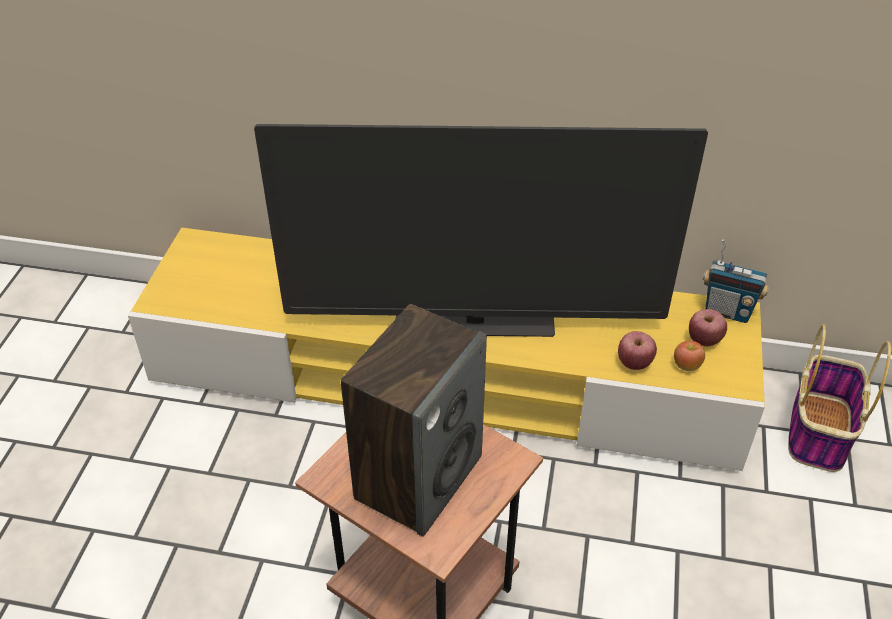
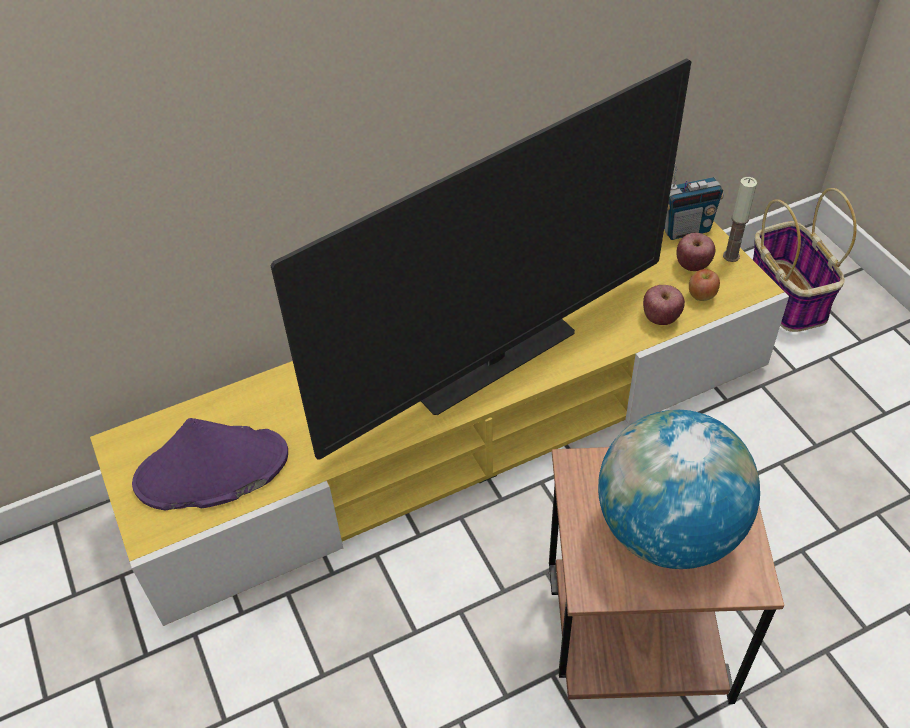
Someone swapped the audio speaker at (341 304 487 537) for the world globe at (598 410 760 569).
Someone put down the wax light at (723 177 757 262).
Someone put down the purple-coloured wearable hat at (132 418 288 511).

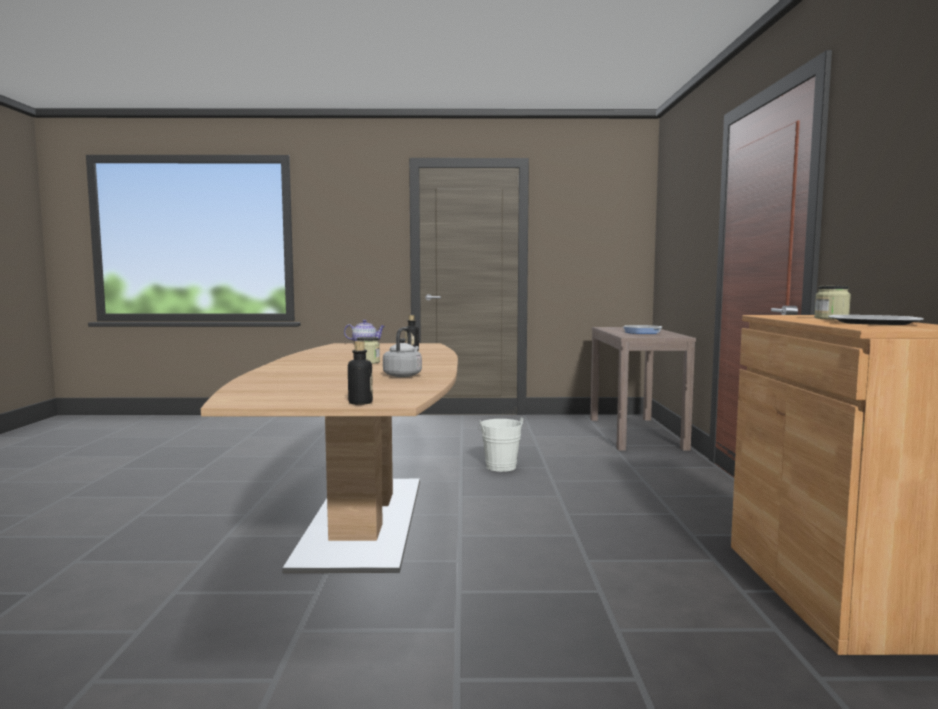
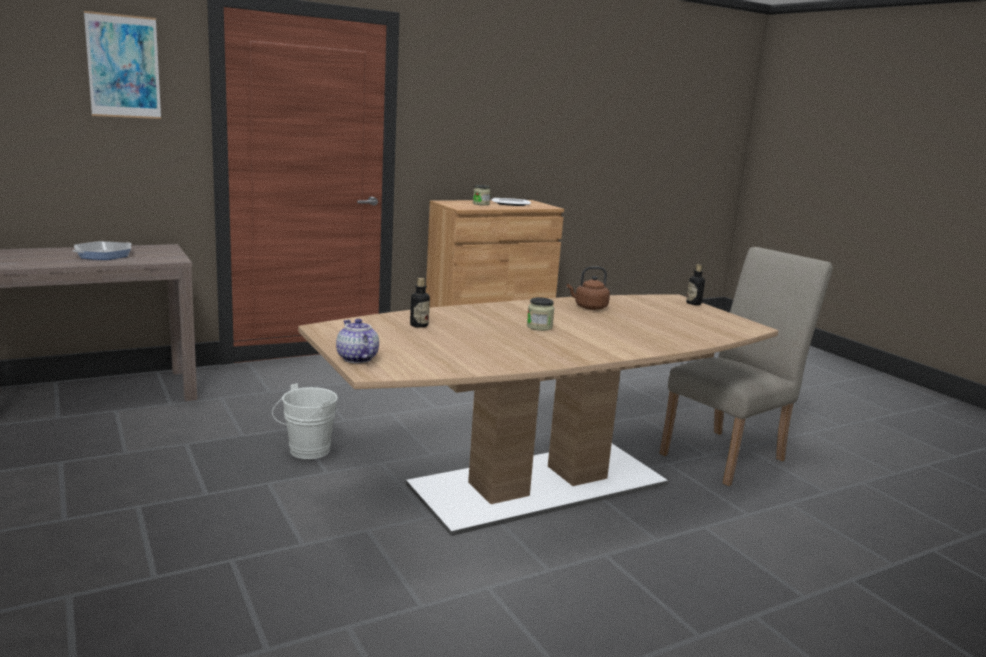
Someone repainted the greyish kettle at (383 327 422 377), which became the brown kettle at (567 266 610 310).
Someone put up the picture at (84 11 161 119).
Someone put down the sand-coloured upright chair at (660 247 833 486).

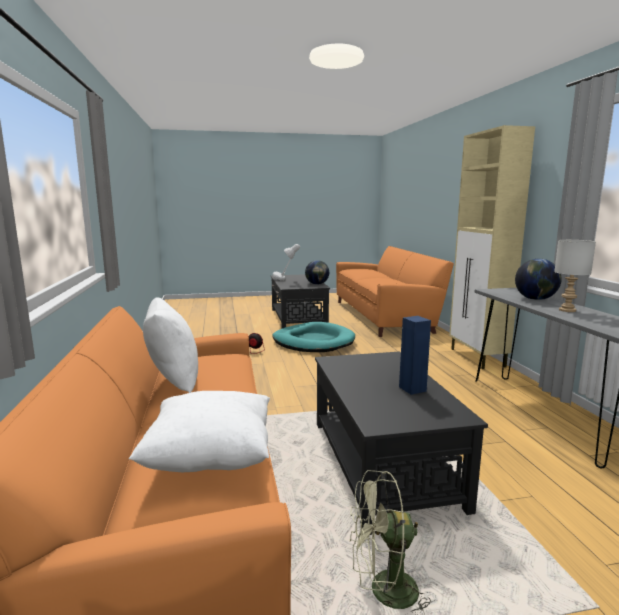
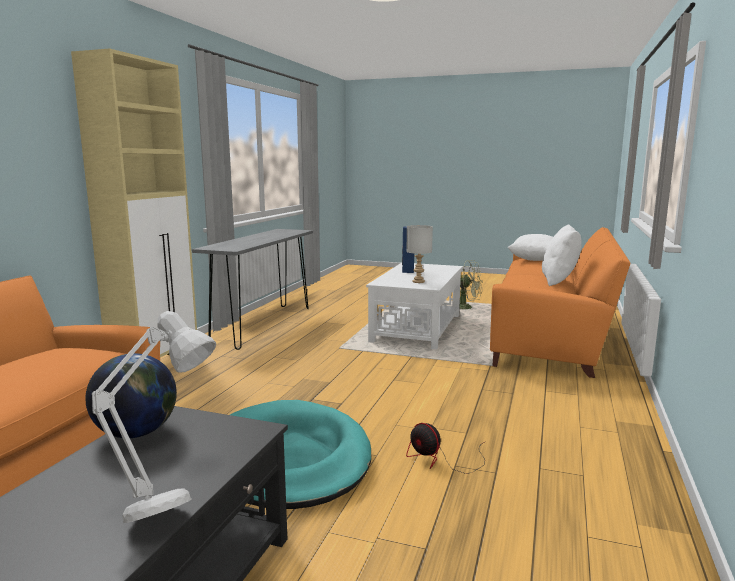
Someone carried the greyish tabletop lamp from (554 240 596 312) to (406 225 433 283).
Someone took away the world globe at (515 259 562 300).
Someone repainted the black lounge table at (315 352 488 528), which became the white lounge table at (366 263 463 350).

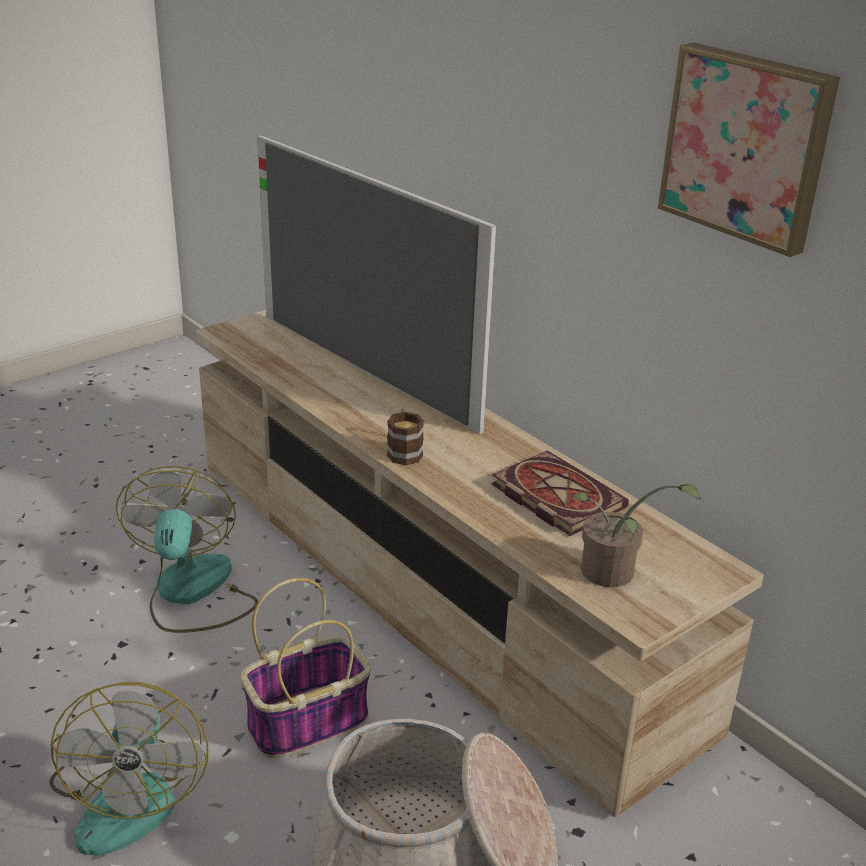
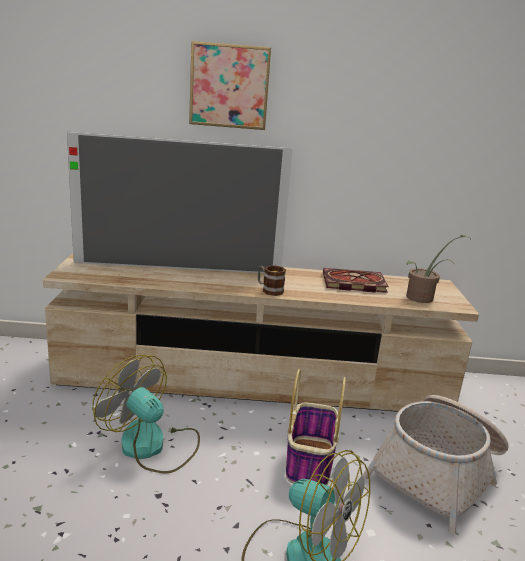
Someone carried the picture from (658 43 840 257) to (189 41 271 130).

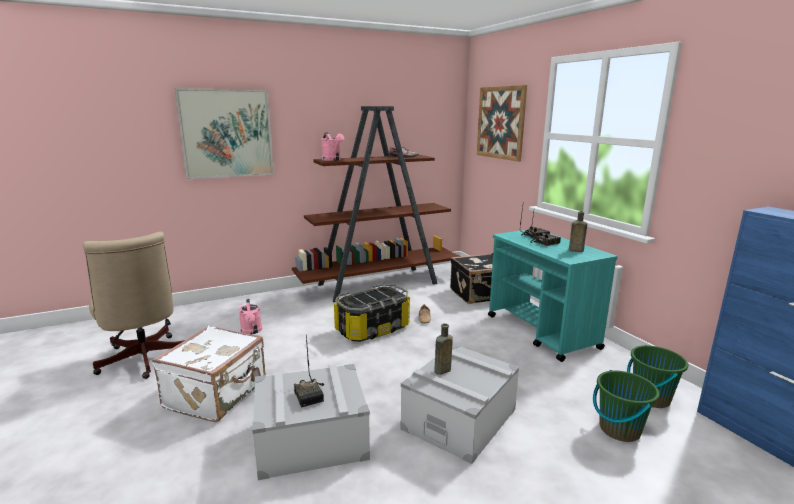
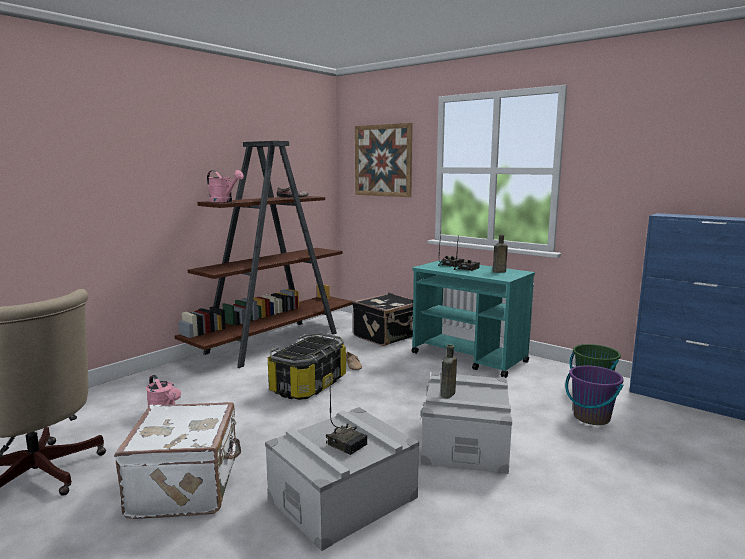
Someone took away the picture at (175 88 274 179).
Someone repainted the greenish bucket at (593 370 659 442), which became the purple-coloured bucket at (565 365 624 425).

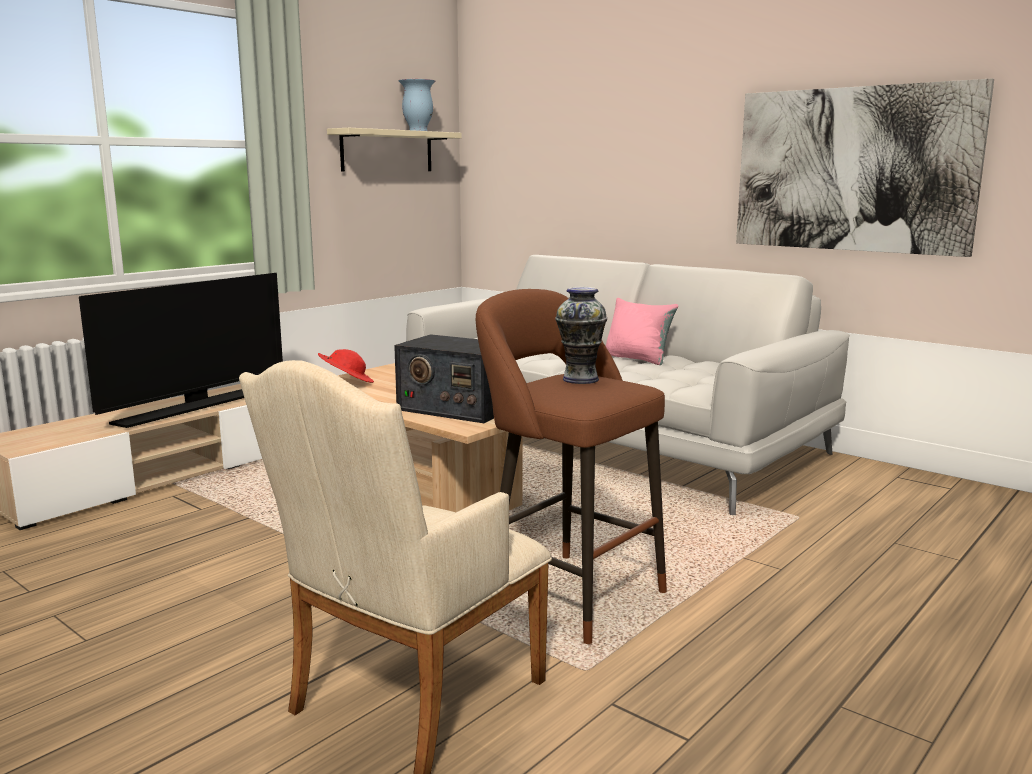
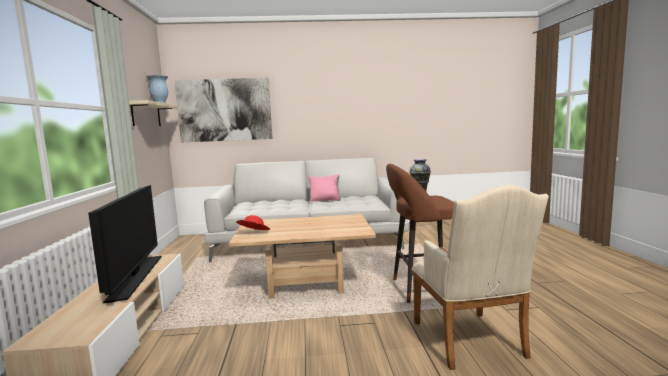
Someone carried the picture from (736 78 994 257) to (175 78 272 142).
Someone took away the radio at (394 334 494 423).

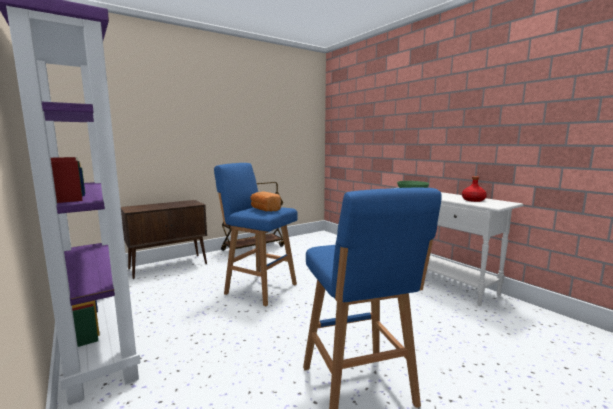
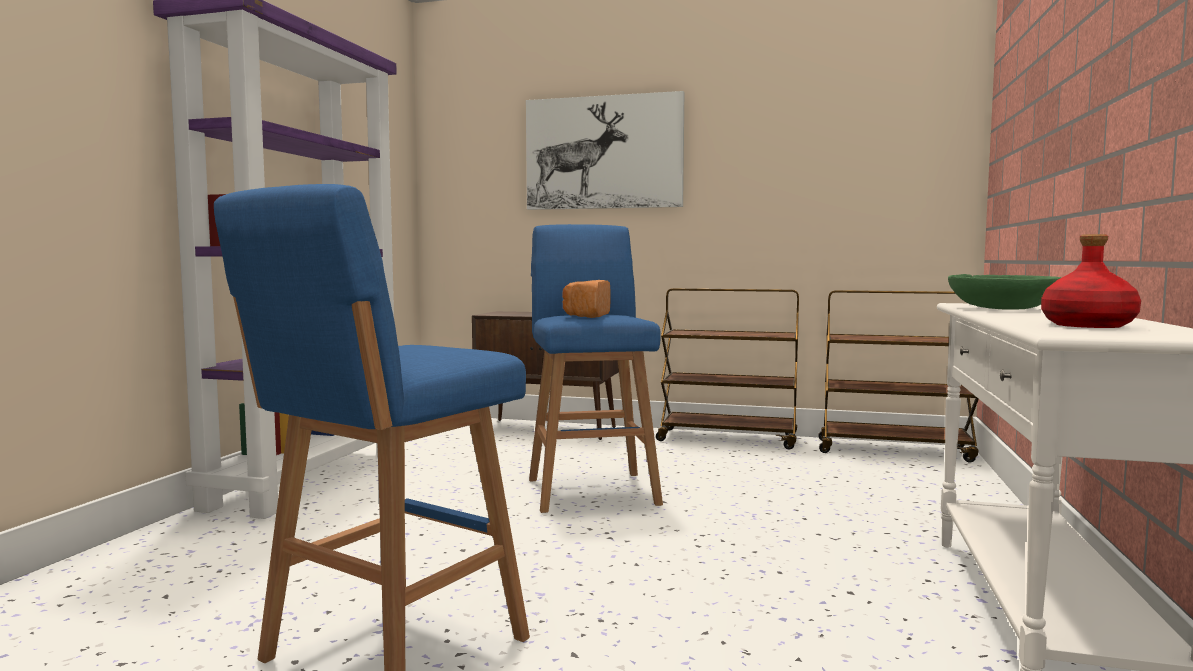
Someone put up the picture at (526 91 684 210).
Someone put down the brown wheeled cart at (818 290 979 463).

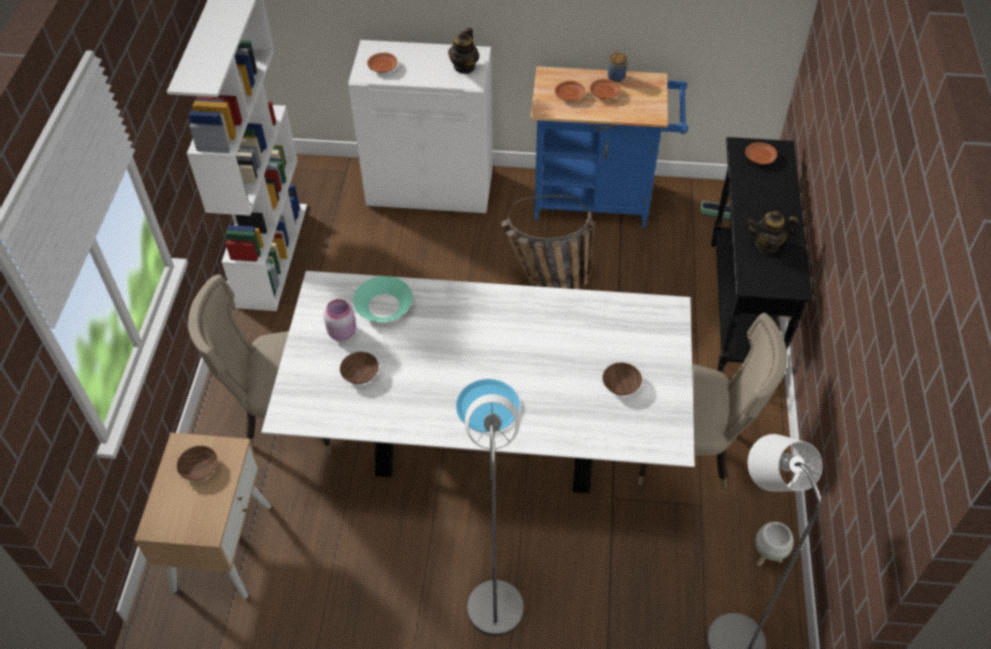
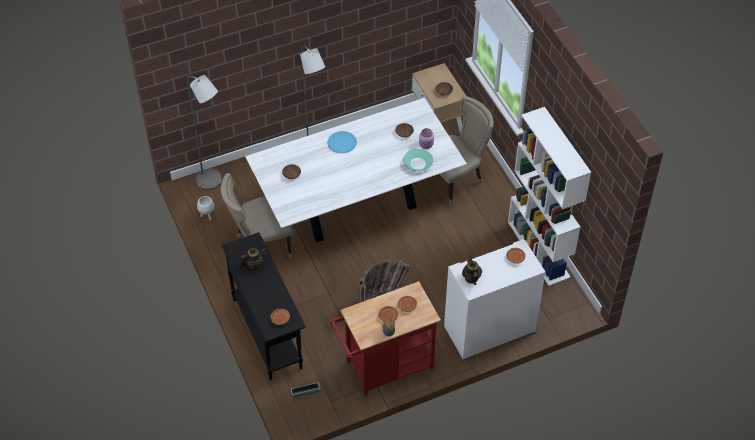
Someone repainted the blue wheeled cart at (531 66 688 228), which became the red-coloured wheeled cart at (330 281 441 396).

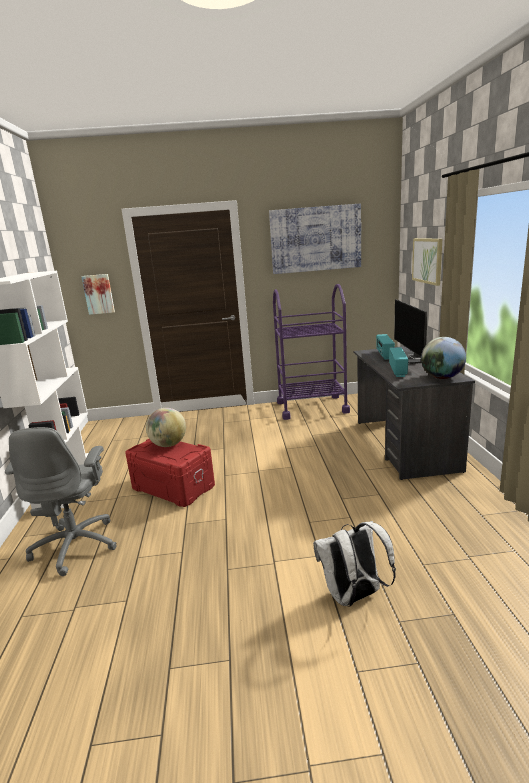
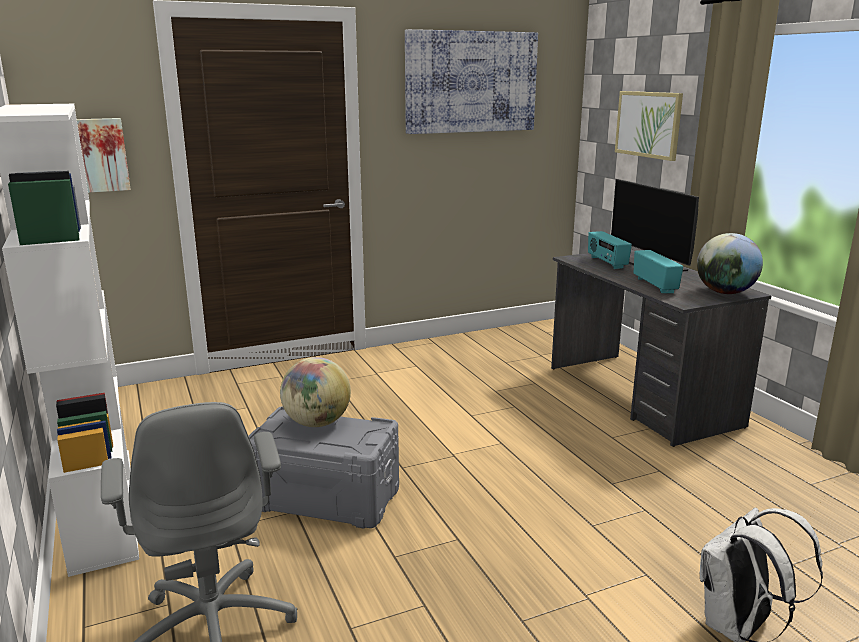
Someone took away the purple-coloured wheeled cart at (273 284 350 420).
Someone repainted the red-coloured storage bin at (125 439 215 507), which became the greyish storage bin at (249 406 399 529).

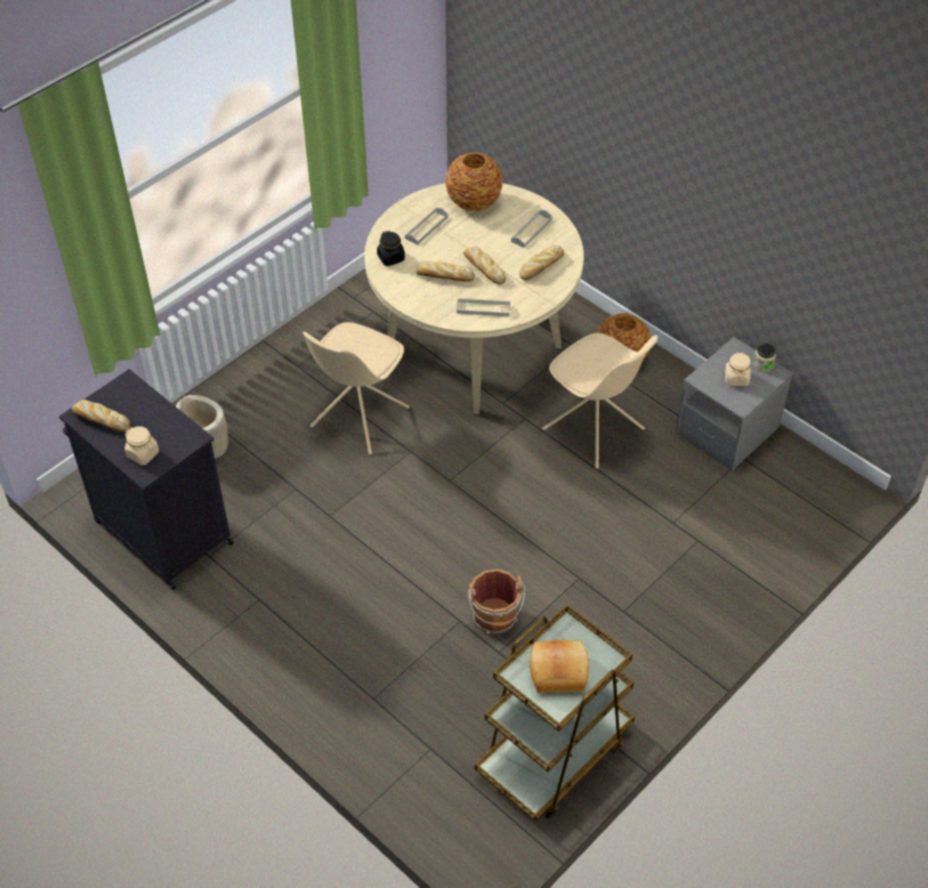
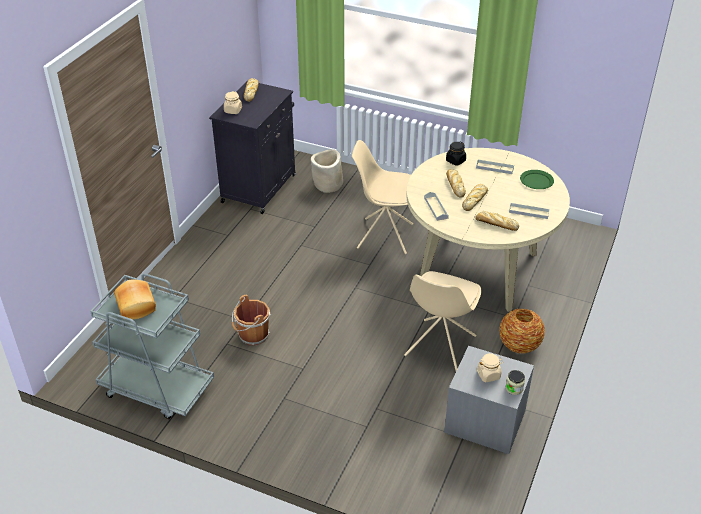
Someone swapped the decorative vase at (446 153 503 211) for the greenish plate at (520 170 554 189).
Someone repainted the brown wheeled cart at (475 604 635 821), which became the greyish wheeled cart at (90 274 214 419).

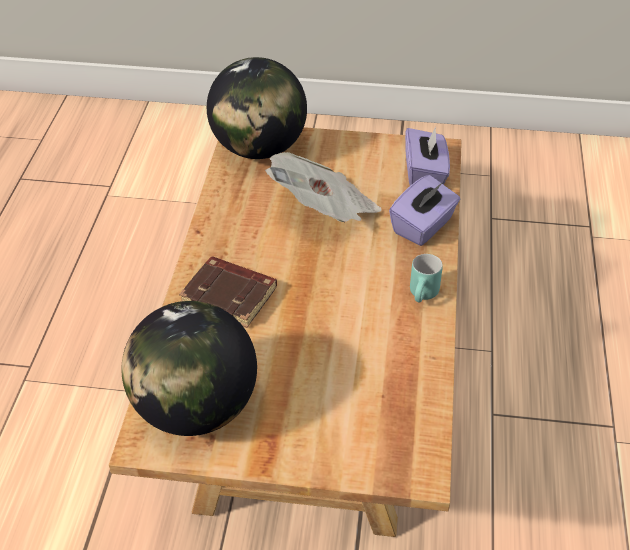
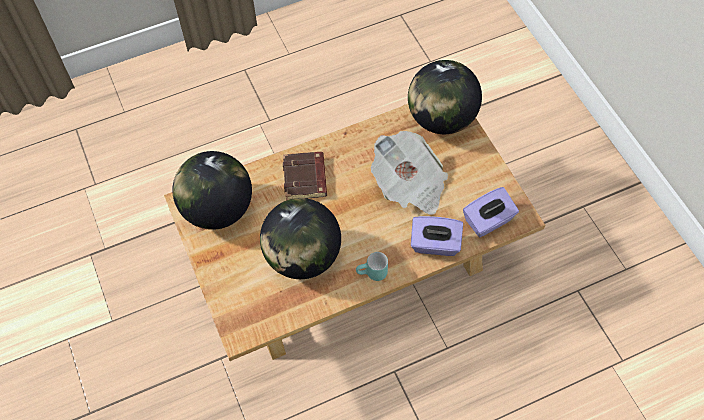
Someone put down the world globe at (260 198 341 279).

